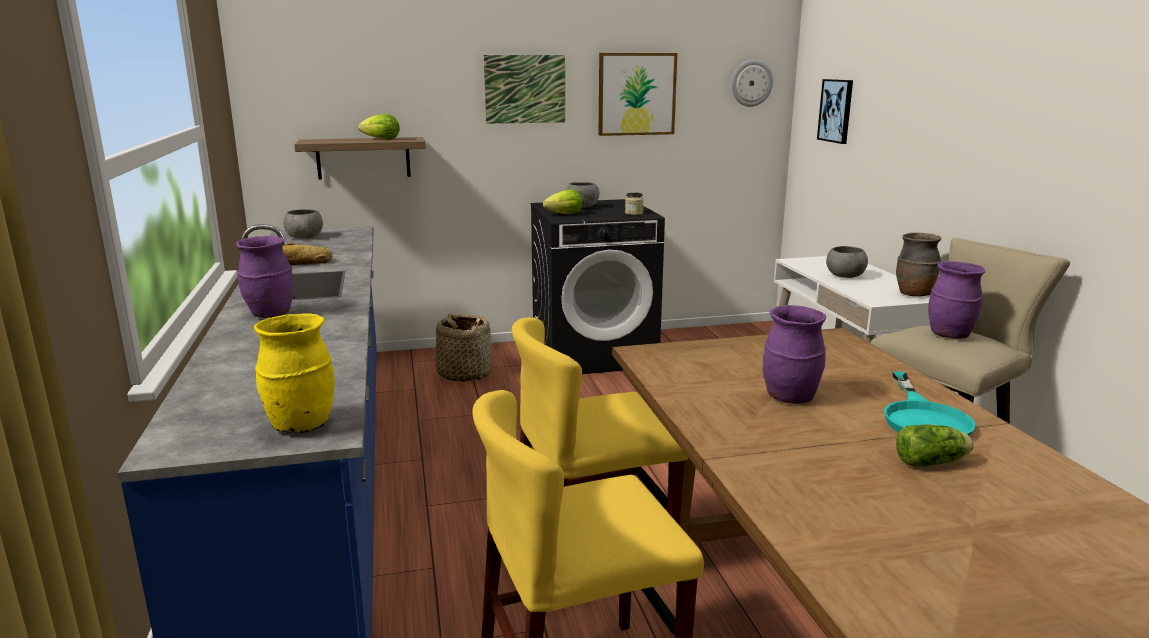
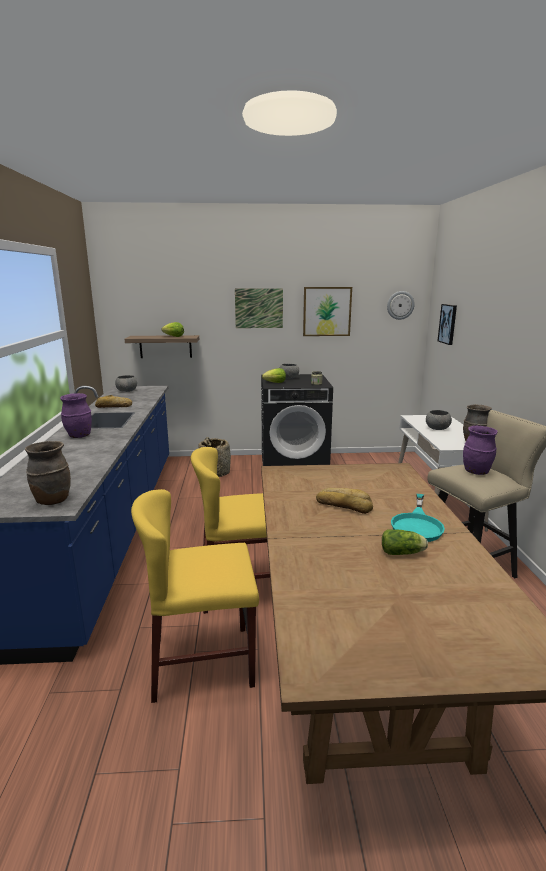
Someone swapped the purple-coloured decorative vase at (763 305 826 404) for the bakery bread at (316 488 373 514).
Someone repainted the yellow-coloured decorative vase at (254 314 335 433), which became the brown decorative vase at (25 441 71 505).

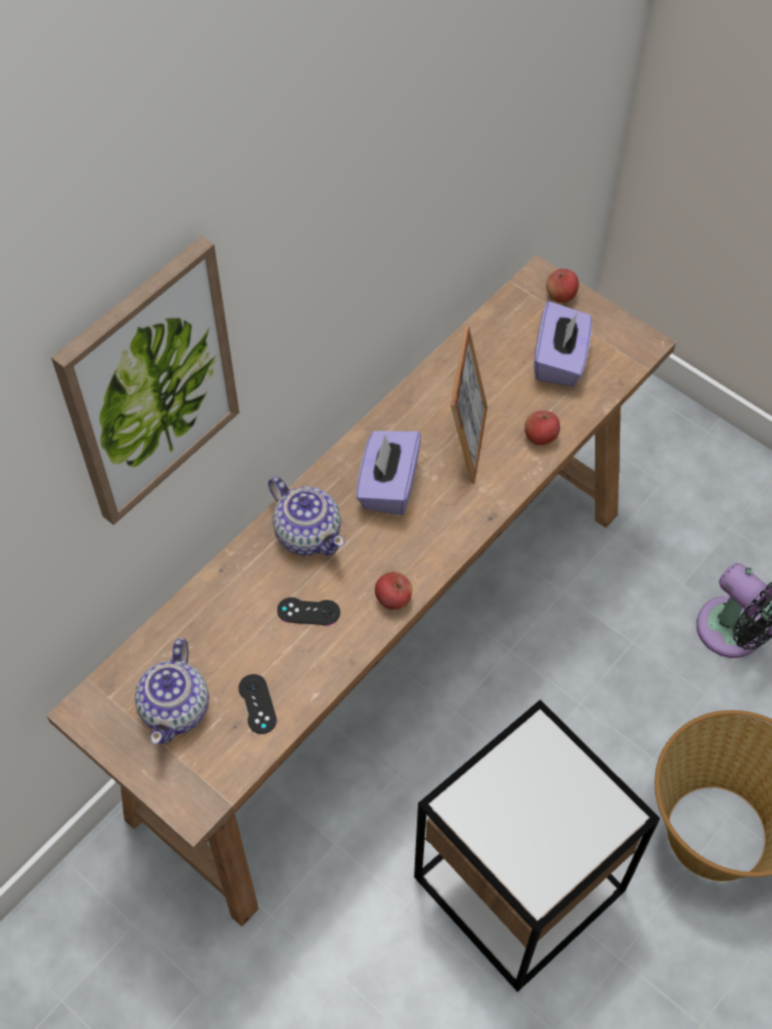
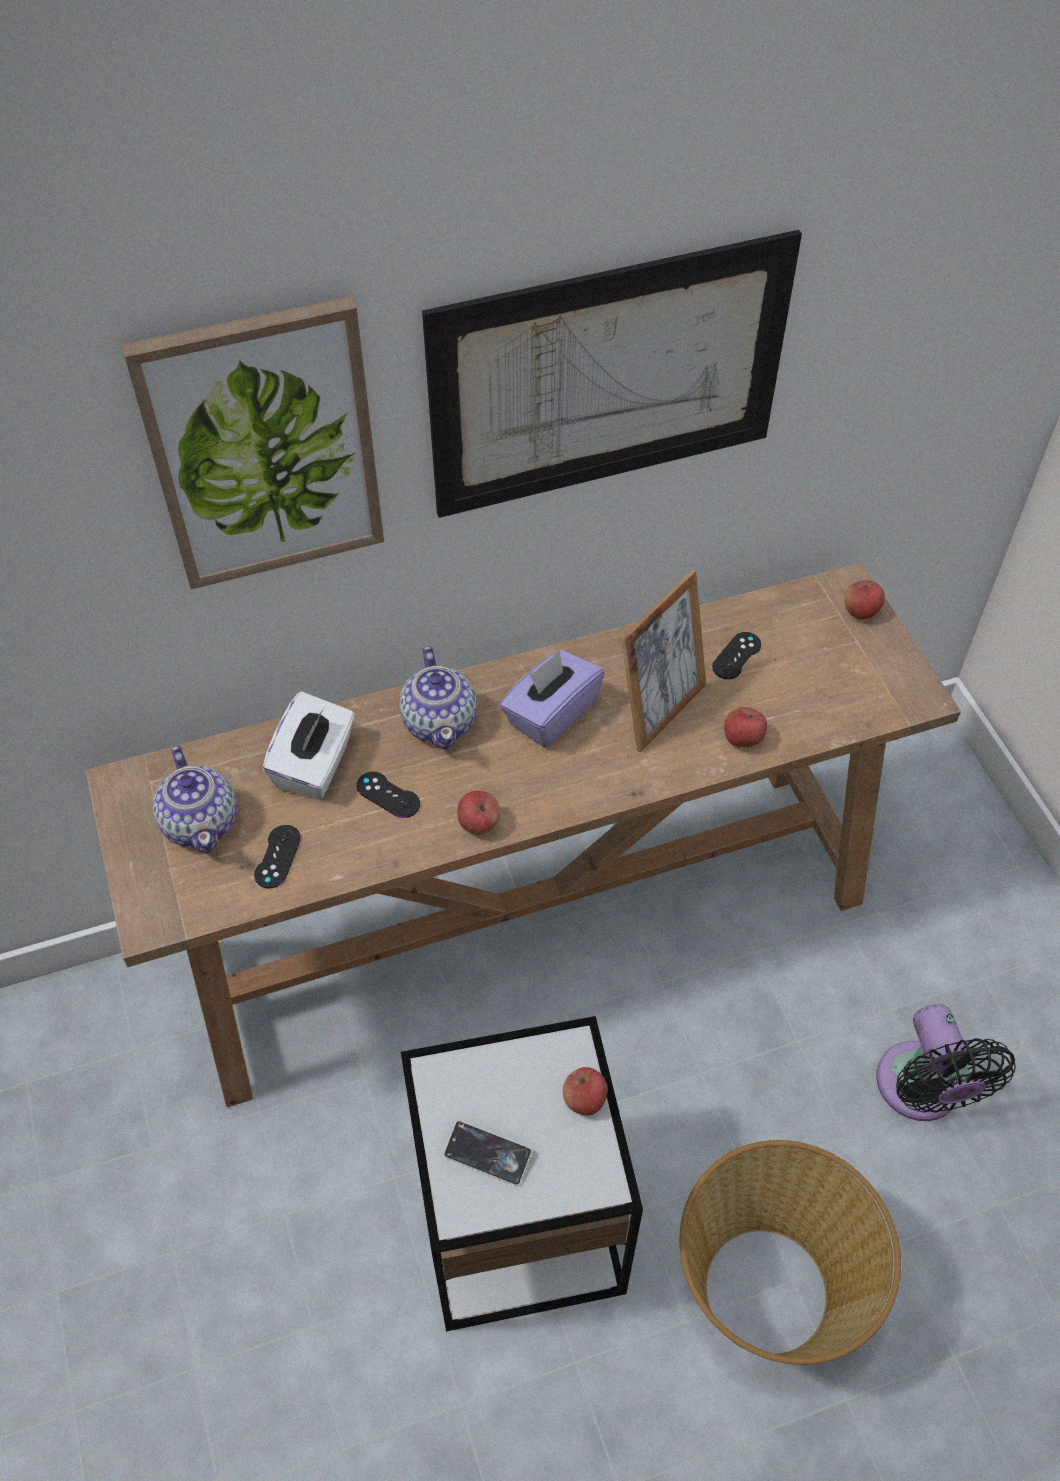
Someone took away the purple-coloured tissue box at (534 301 592 386).
Someone rotated the teapot at (135 638 209 744) by 60 degrees counterclockwise.
Someone put up the picture at (422 230 802 518).
Someone put down the black joypad at (712 632 761 679).
Someone put down the white tissue box at (262 691 355 799).
Someone put down the apple at (563 1067 608 1116).
Someone put down the phone at (444 1120 532 1186).

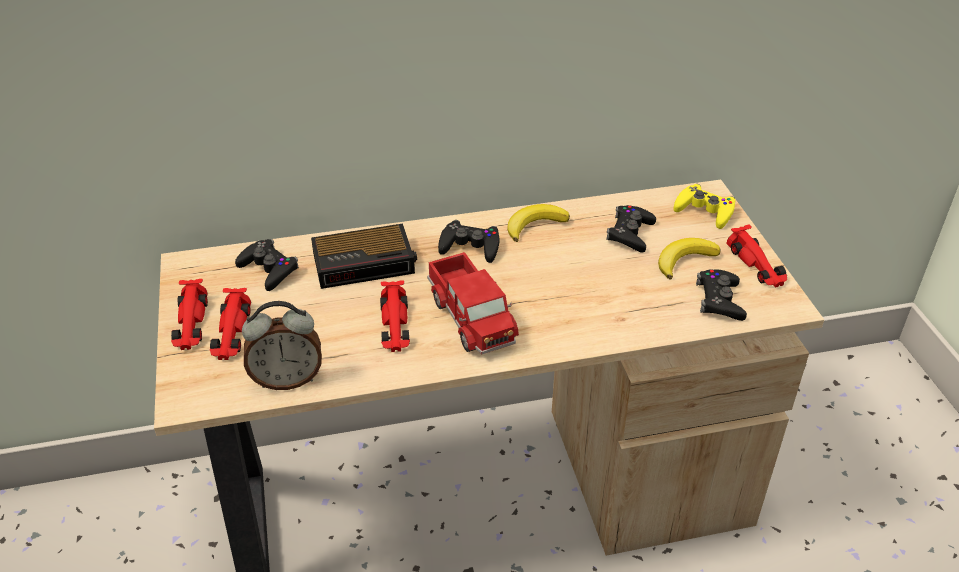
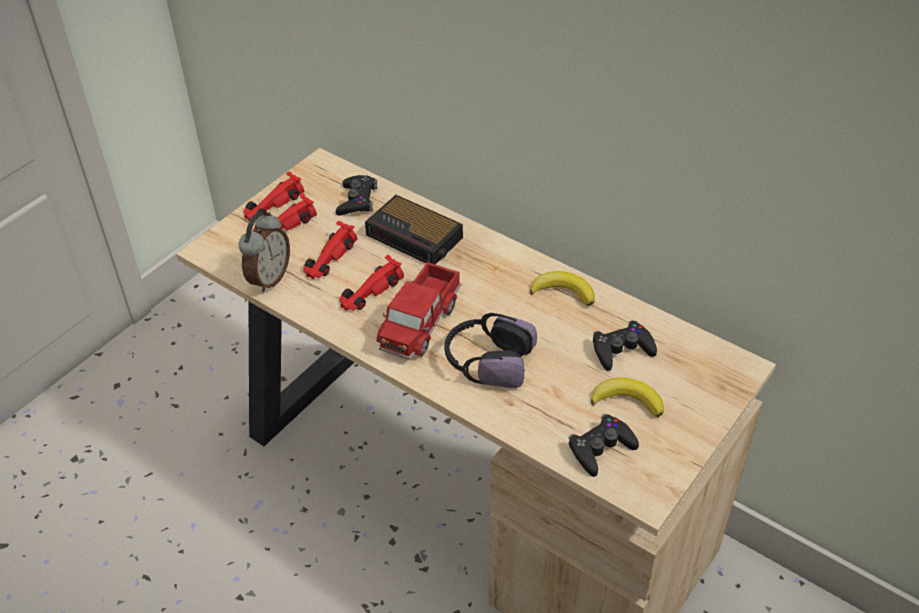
Someone took away the yellow-coloured joypad at (674 184 735 229).
Someone took away the black joypad at (438 220 499 263).
Someone carried the red-coloured miniature car from (726 225 787 287) to (303 221 357 279).
Someone rotated the alarm clock at (242 301 322 390) by 105 degrees counterclockwise.
Someone put down the headphones at (444 313 537 388).

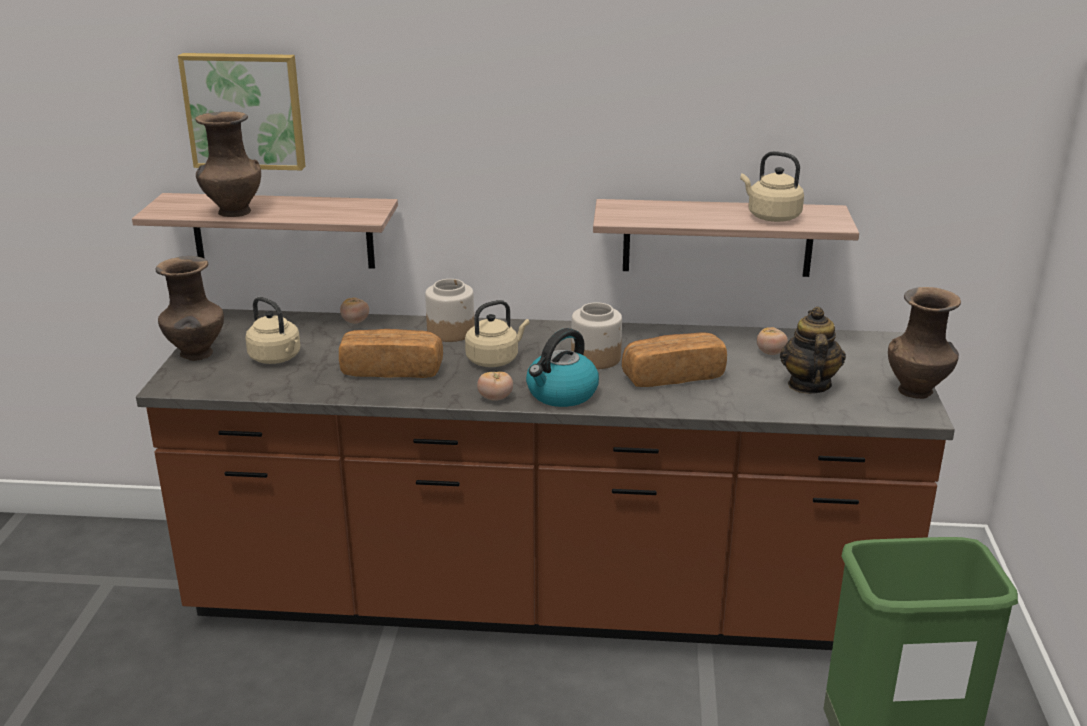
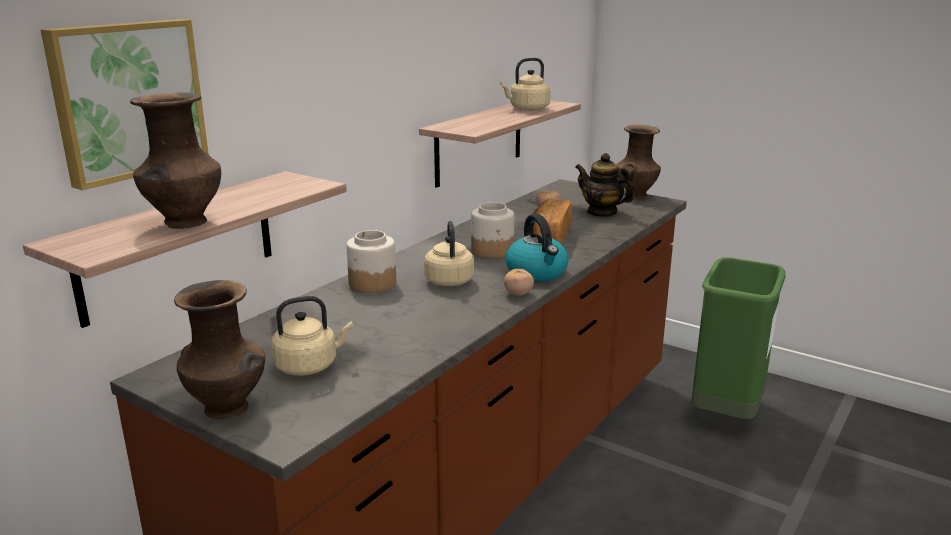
Someone took away the tomato at (340 297 369 324).
Someone took away the bakery bread at (339 329 443 378).

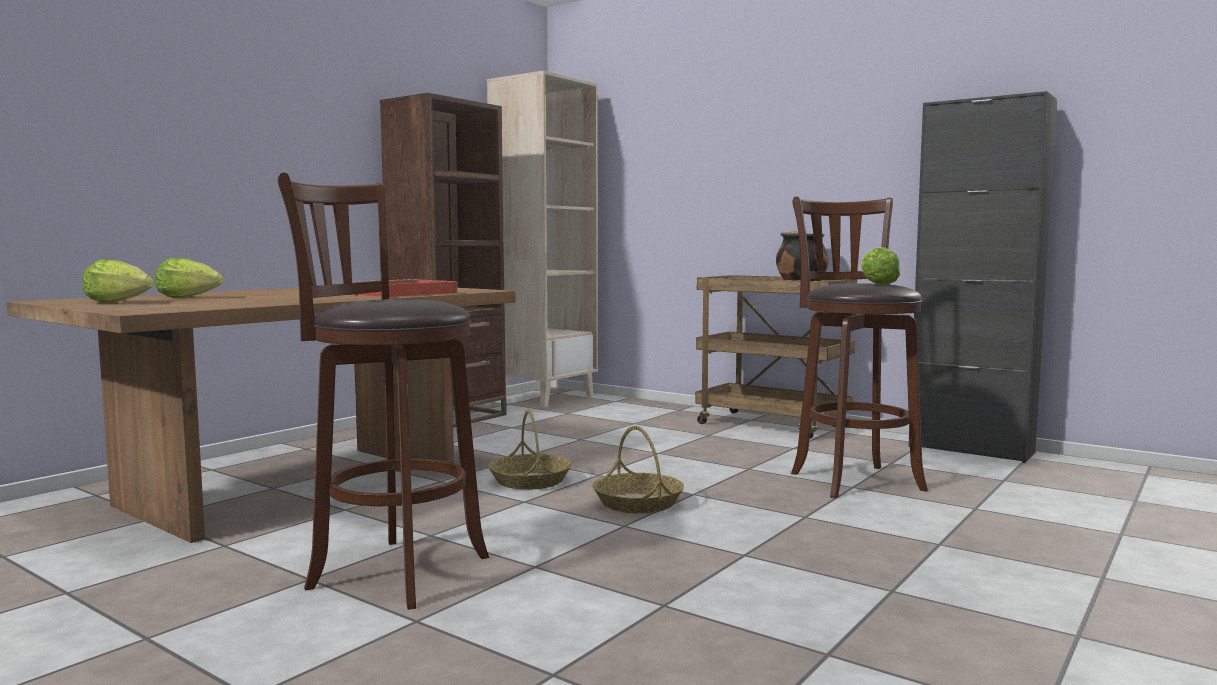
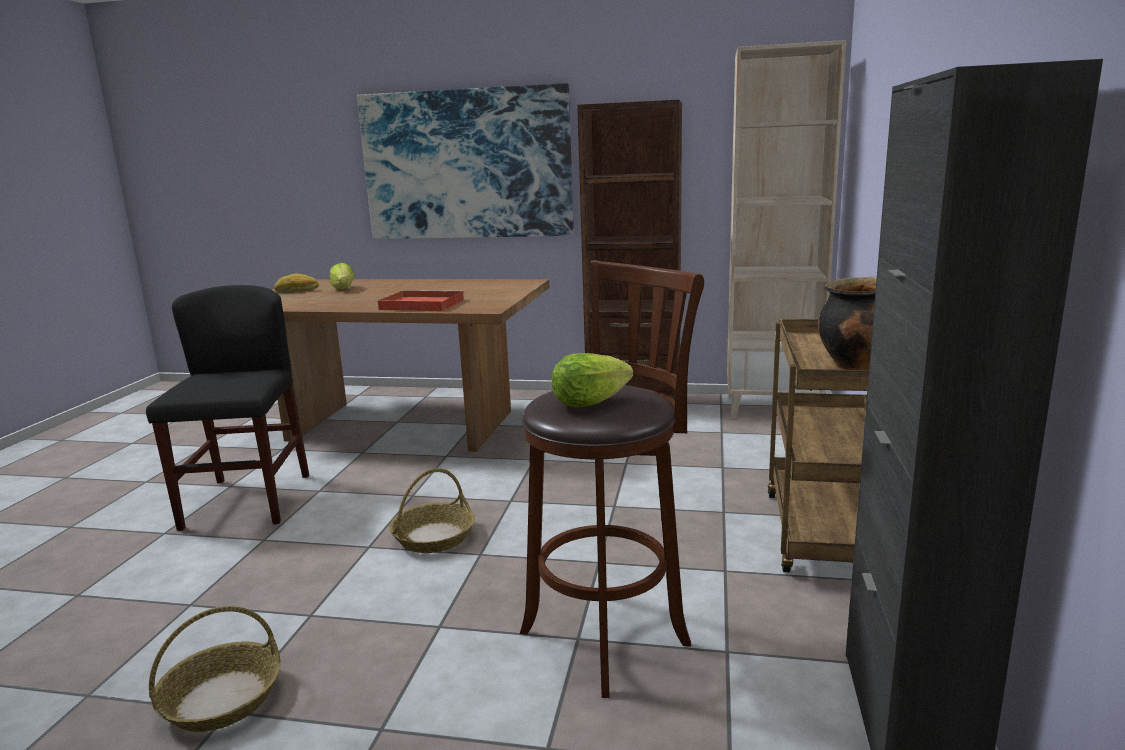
Someone swapped the brown stool seat at (277 173 489 610) for the black upright chair at (146 285 309 531).
Someone swapped the lettuce head at (83 259 153 303) for the bakery bread at (274 273 319 292).
Someone carried the storage basket from (488 410 572 489) to (149 606 281 732).
Someone put up the picture at (357 83 574 239).

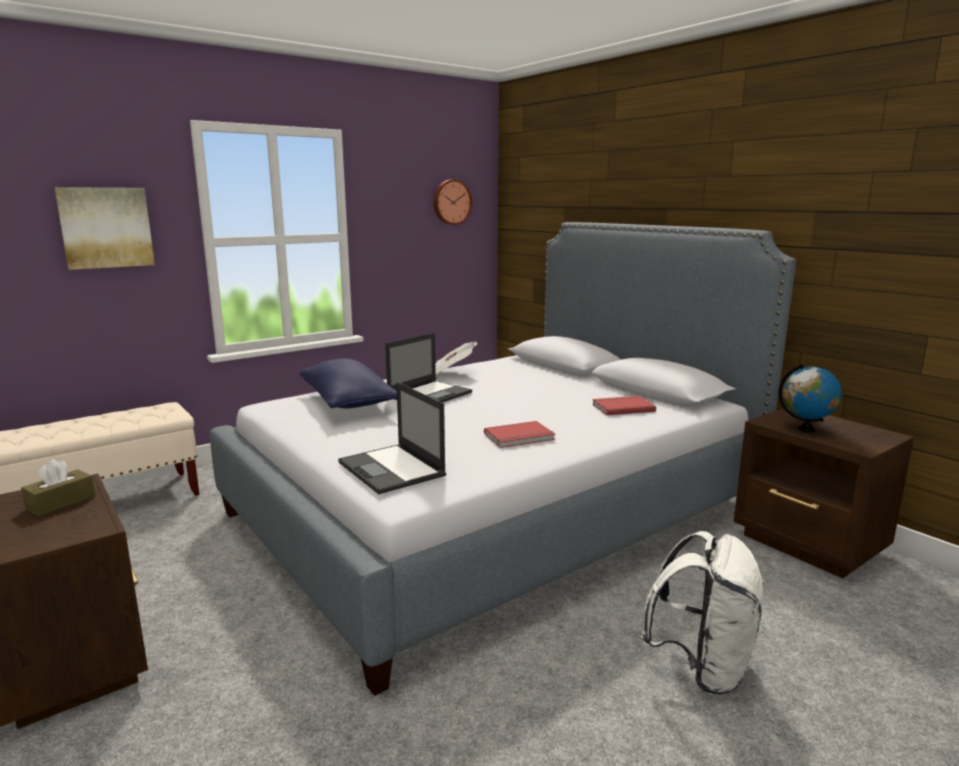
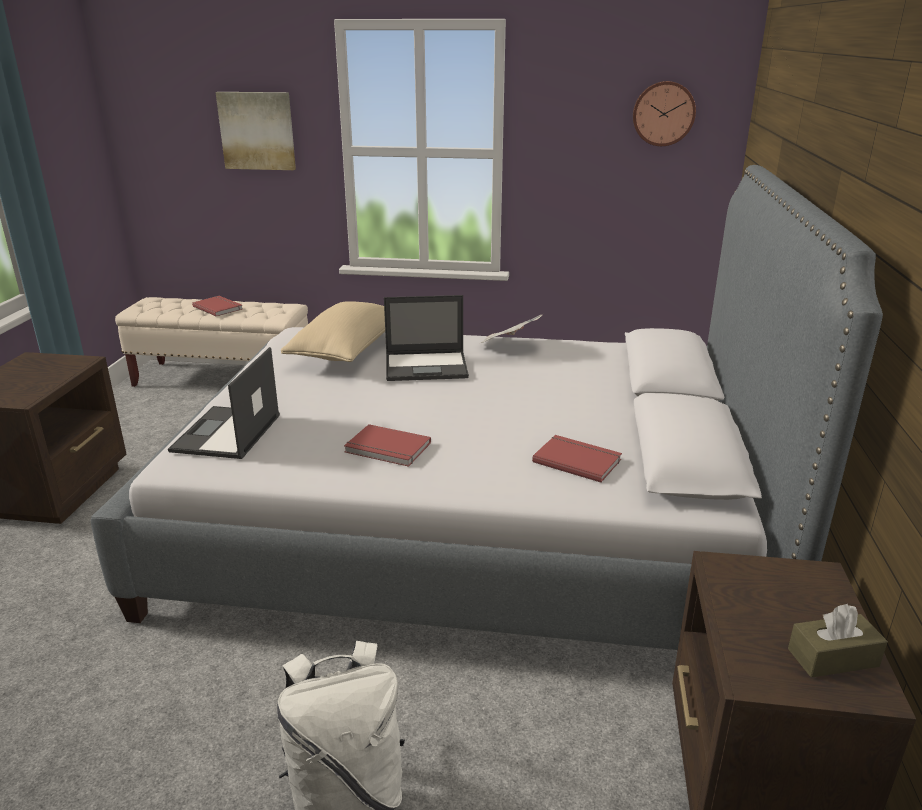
Someone repainted the blue cushion at (299 359 397 408), which became the sand-coloured cushion at (281 301 385 362).
Someone took away the world globe at (778 364 842 433).
Someone carried the brown tissue box from (21 459 95 516) to (788 604 888 678).
Someone put down the red-coloured book at (192 296 242 316).

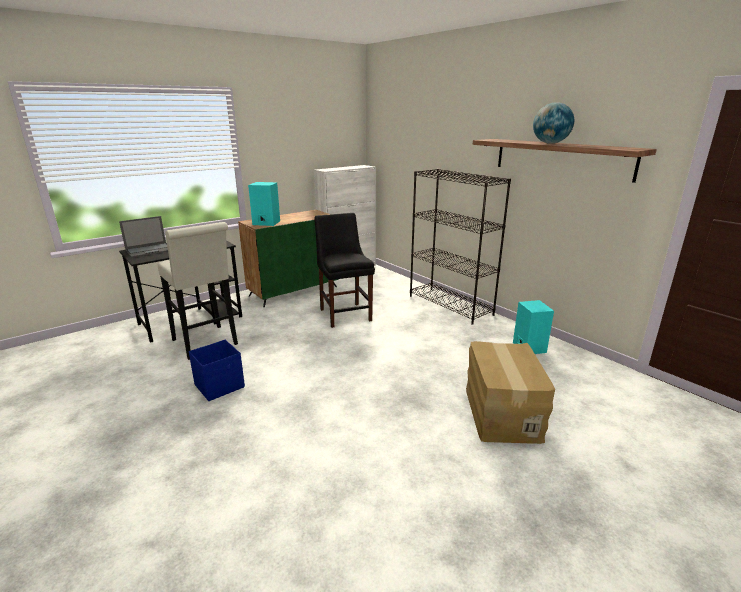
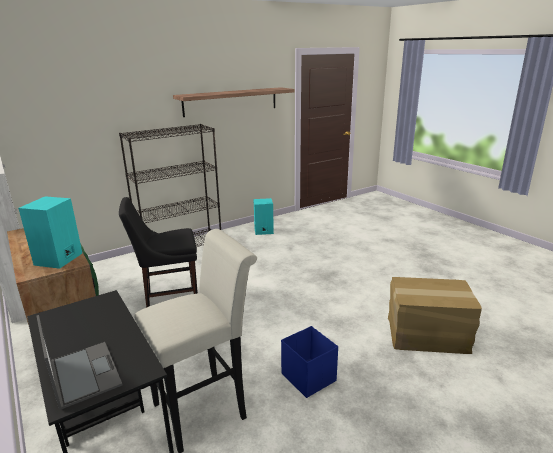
Someone took away the world globe at (533 102 574 144).
Someone carried the carton from (466 341 555 444) to (388 277 482 354).

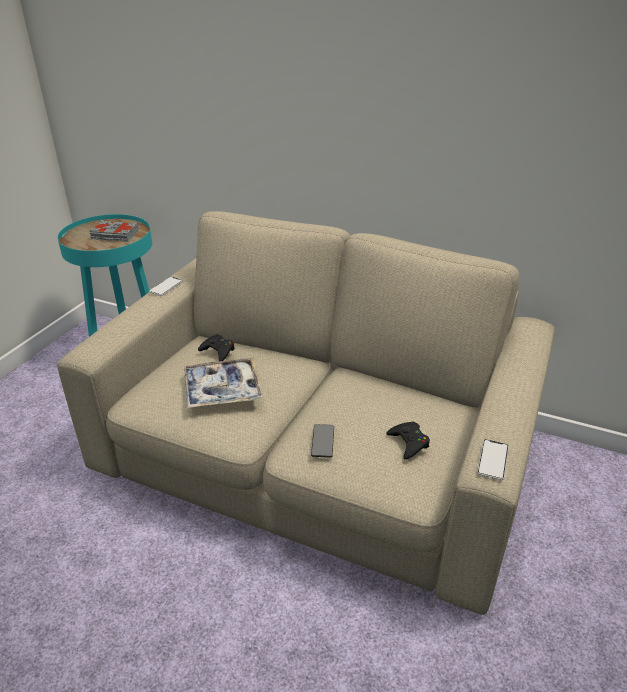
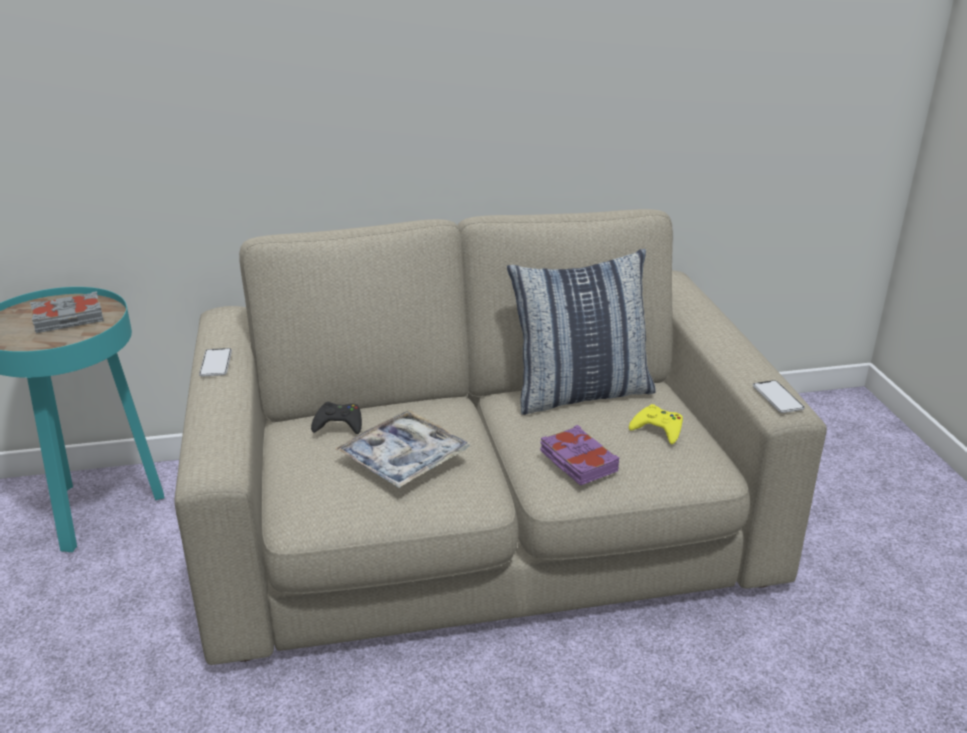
Someone repainted the black joypad at (386 421 430 460), which became the yellow-coloured joypad at (629 404 683 444).
Someone swapped the phone at (311 424 334 458) for the purple-coloured book at (540 425 619 486).
Someone put down the cushion at (507 249 656 415).

